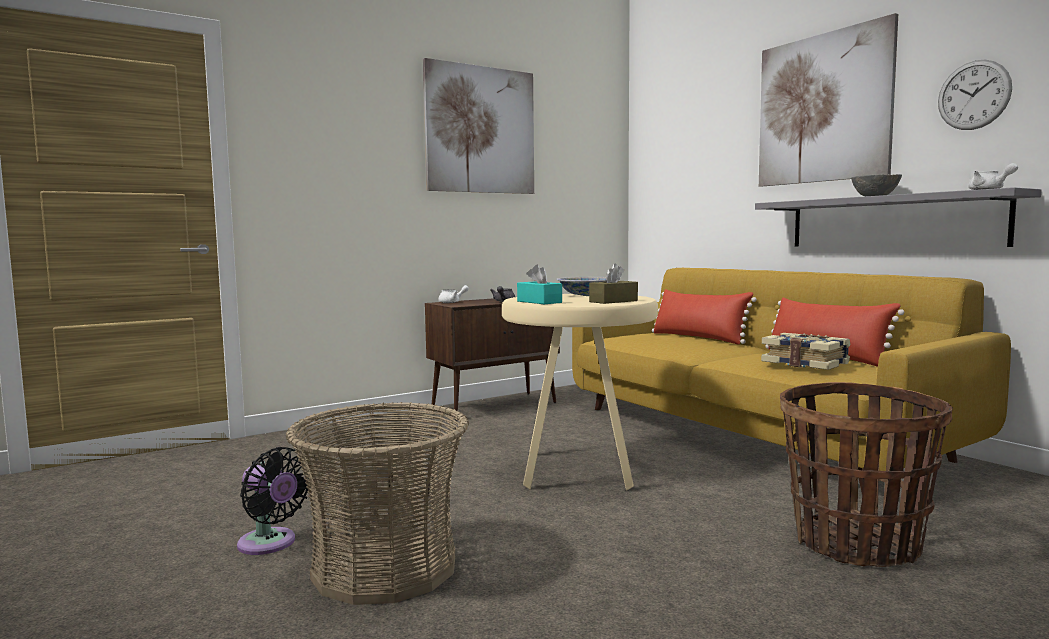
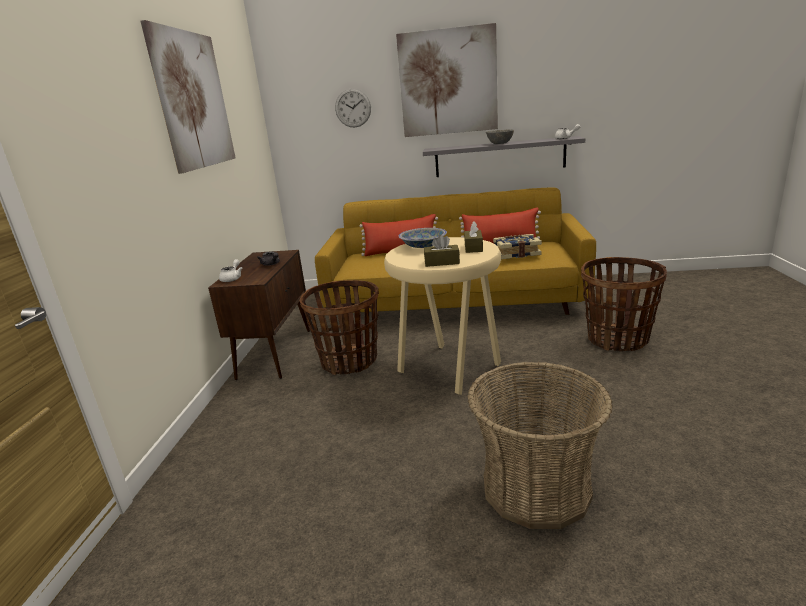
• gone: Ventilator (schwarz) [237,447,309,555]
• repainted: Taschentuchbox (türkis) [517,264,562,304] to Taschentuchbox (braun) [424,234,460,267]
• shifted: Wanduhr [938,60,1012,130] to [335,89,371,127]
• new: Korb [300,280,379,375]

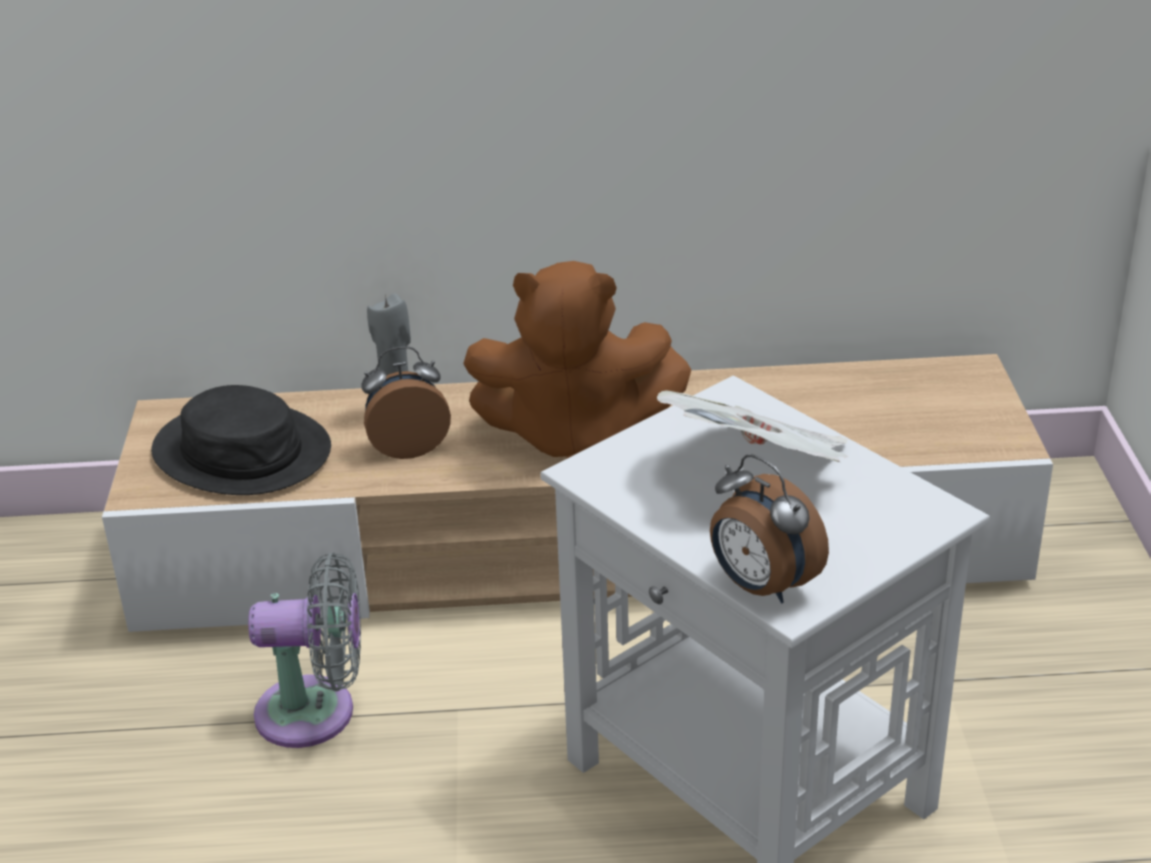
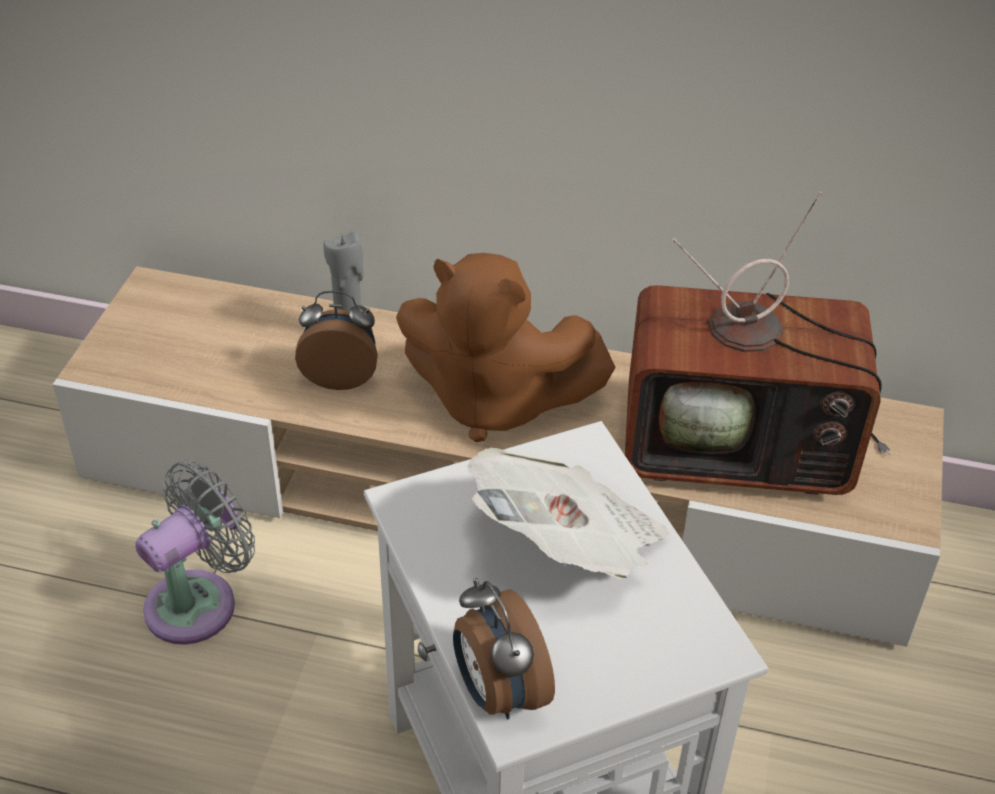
• gone: Hut (schwarz) [151,385,331,495]
• rotated: Ventilator (grau) [248,553,361,748] = [135,460,255,645] 60 degrees counterclockwise
• new: Fernseher [625,192,891,495]

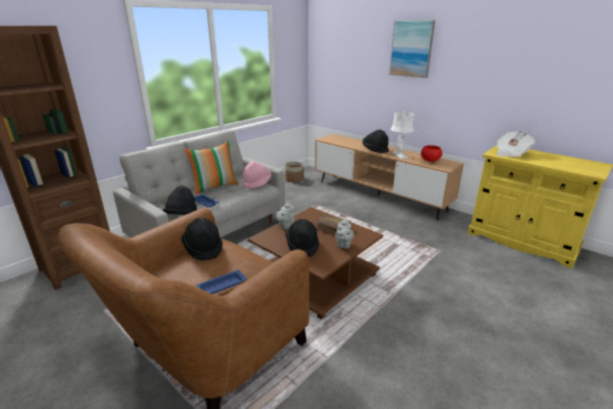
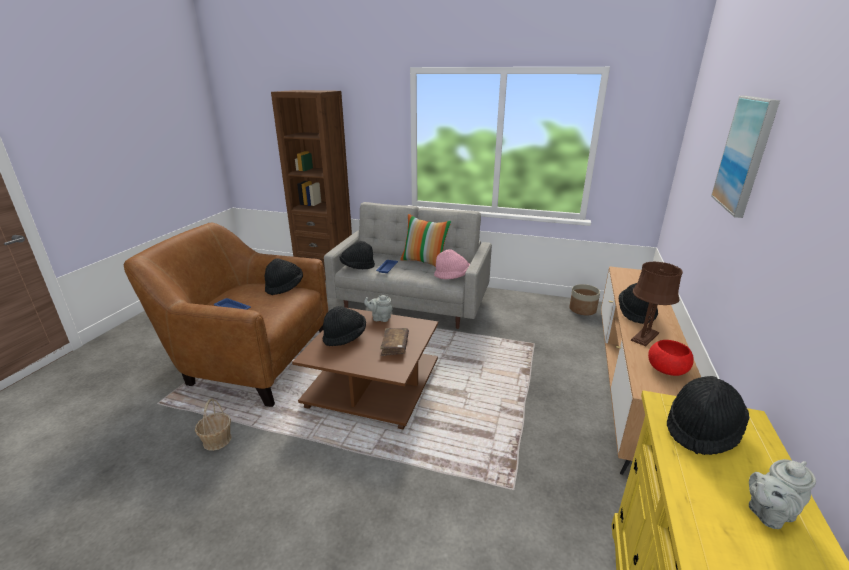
• shifted: Teekanne (grau) [335,219,354,249] to [749,459,816,529]
• repainted: Tischlampe (weiß) [391,111,414,159] to Tischlampe (braun) [631,262,683,346]
• swapped: Zeitung [496,131,535,157] to Hut (schwarz) [667,376,749,455]
• new: Korb [195,398,231,451]

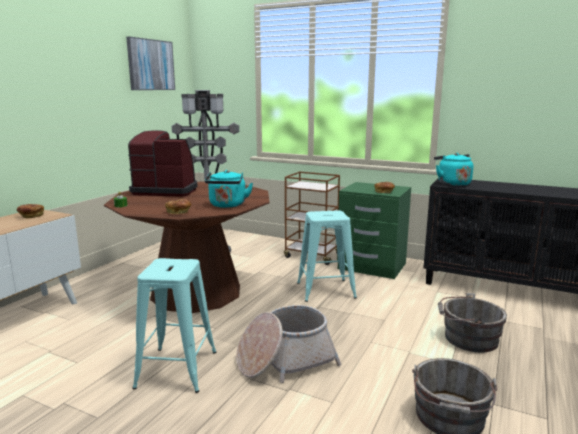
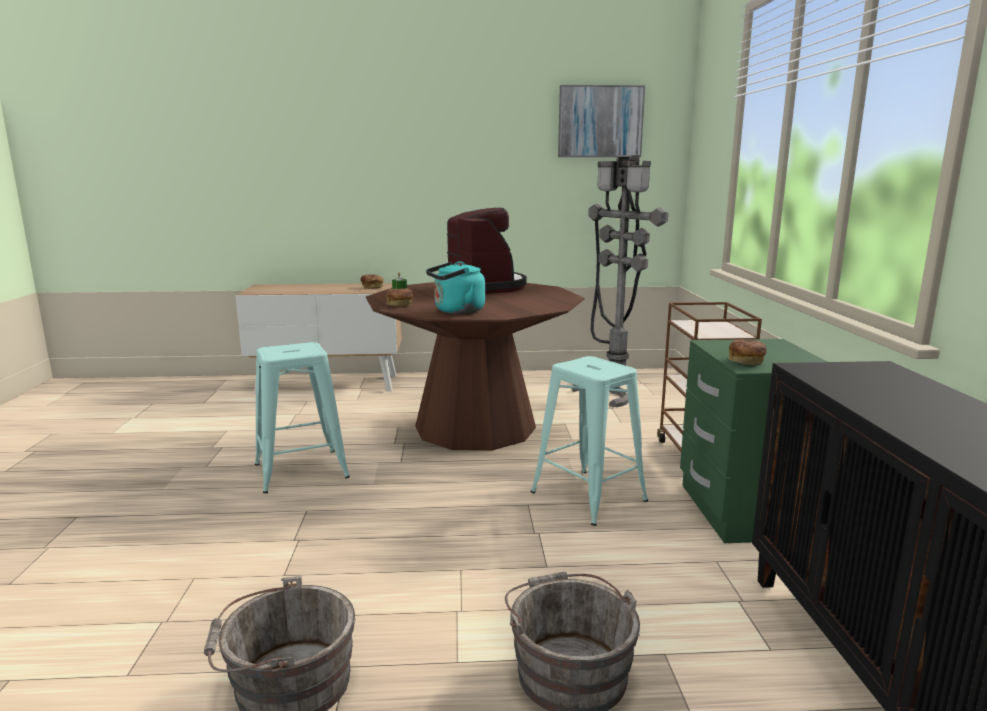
• gone: Korb [236,305,341,383]
• gone: Wasserkessel (türkis) [434,153,473,186]

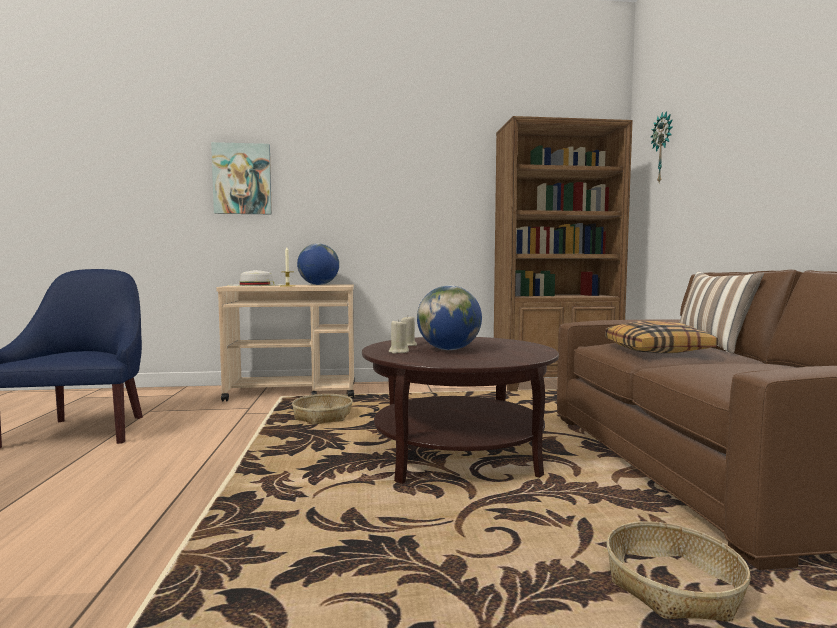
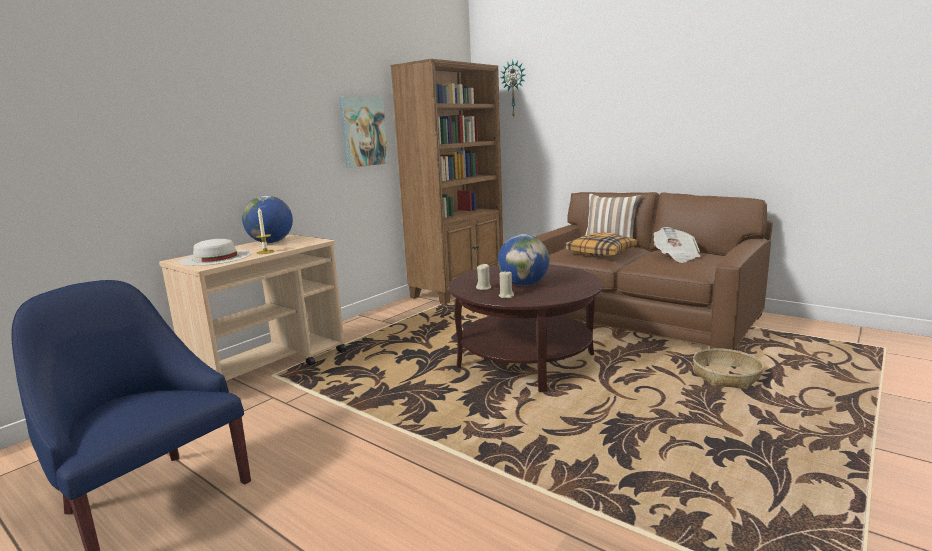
• shifted: Bild [211,142,272,214] to [339,97,388,168]
• gone: Korb [292,394,353,424]
• new: Zeitung [653,227,701,263]

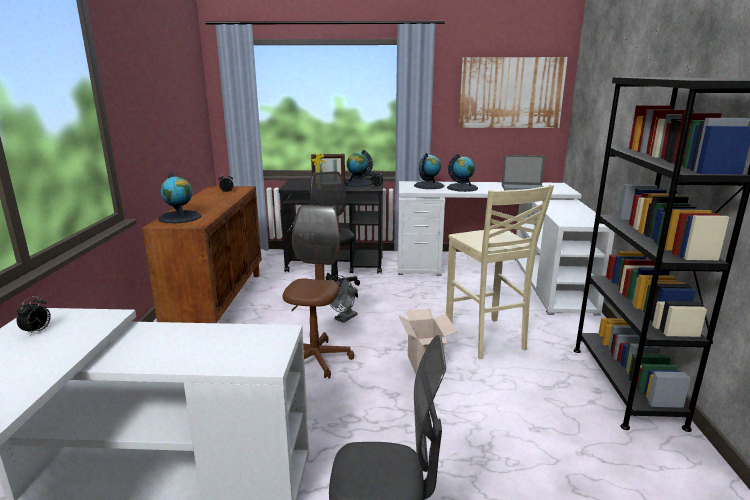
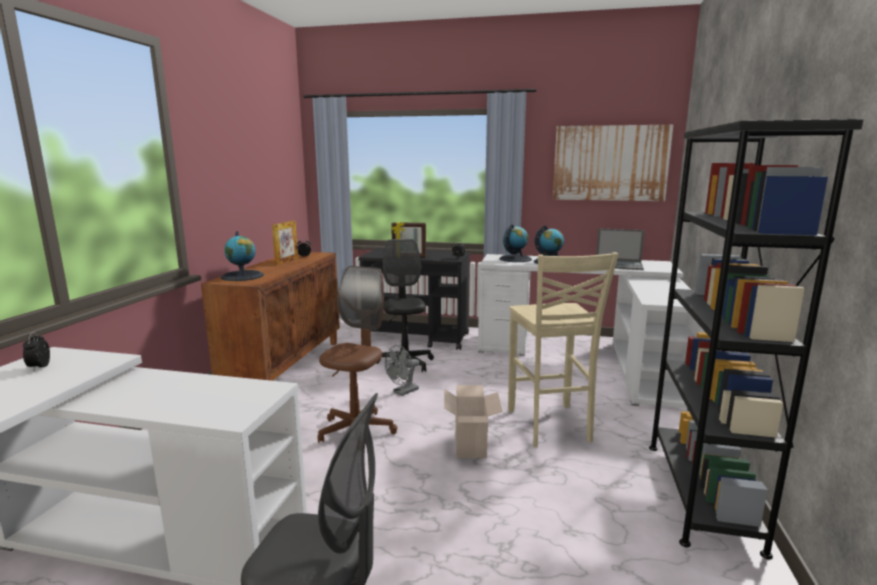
• rotated: Wecker [16,296,51,336] = [23,332,50,371] 135 degrees clockwise
• gone: Globus [345,150,373,187]
• new: Bilderrahmen [272,221,298,265]

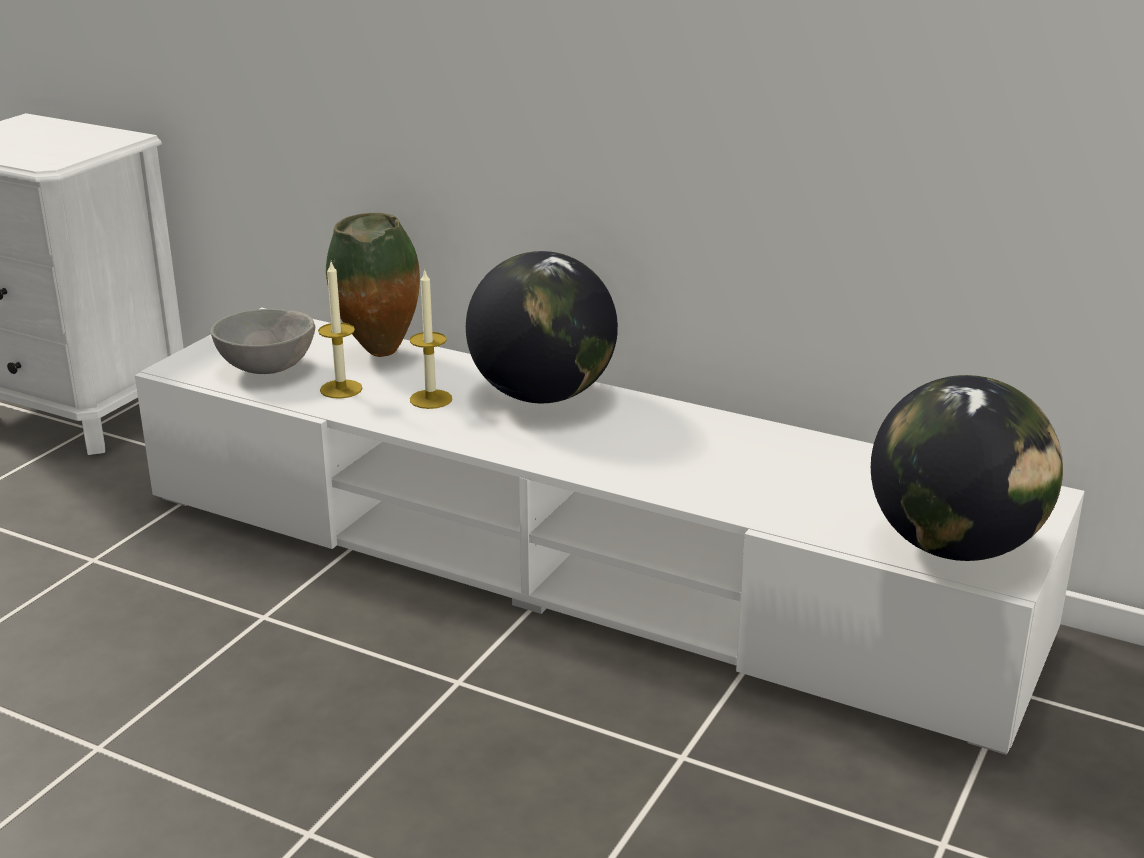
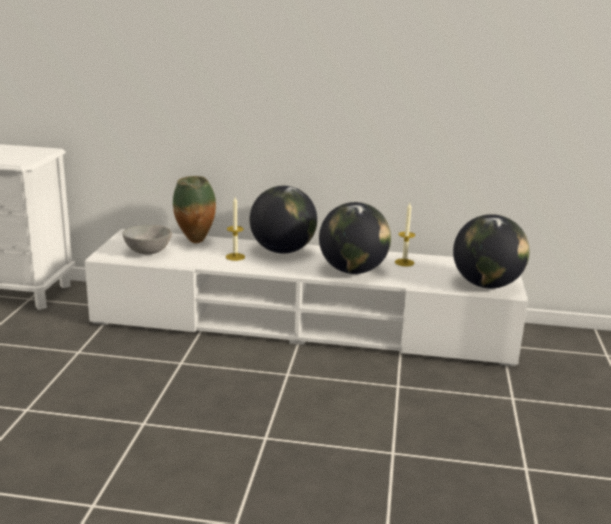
• shifted: Kerze [318,262,363,399] to [395,203,415,266]
• new: Globus [319,202,391,274]

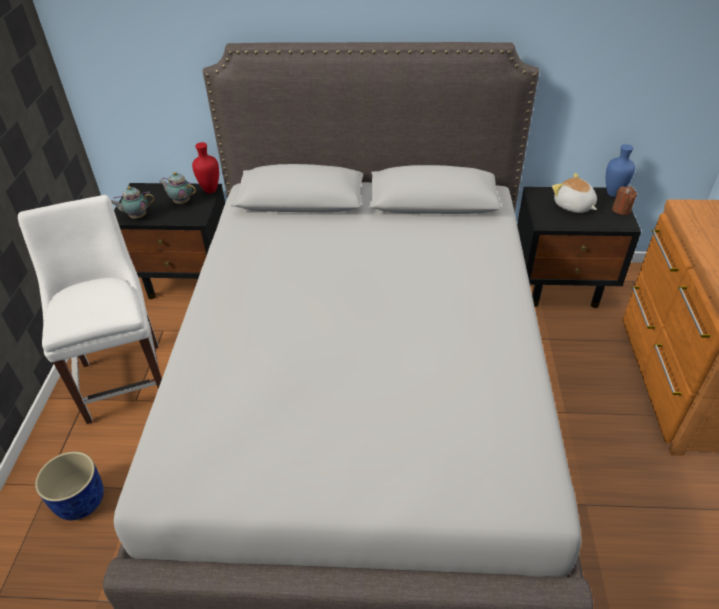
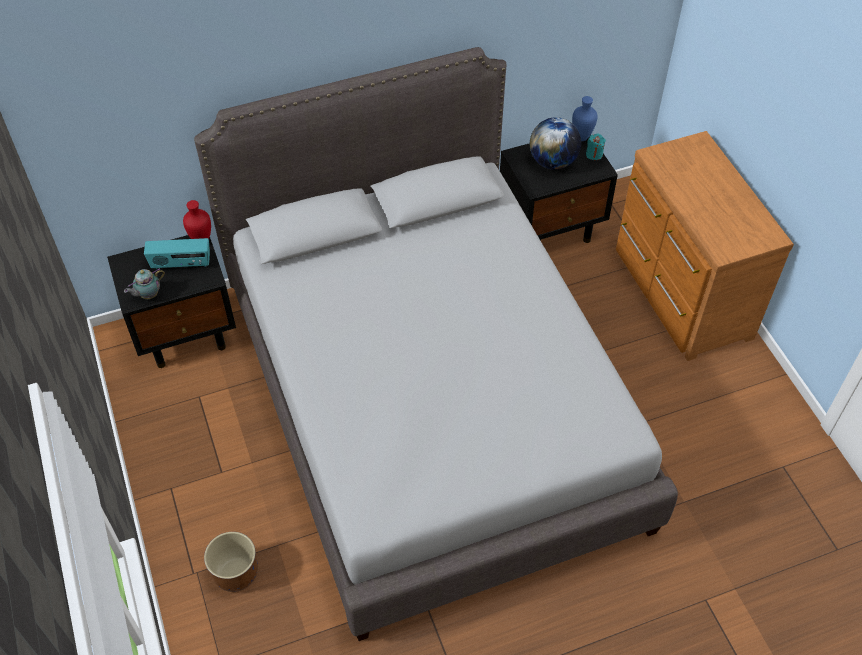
• gone: Stuhl (weiß) [18,195,162,424]
• repainted: Pflanzkübel (blau) [35,452,104,520] to Pflanzkübel (braun) [204,532,258,592]
• swapped: Teekanne [159,172,196,204] to Radio [144,238,210,269]
• swapped: Plüschtier [552,173,597,213] to Globus [530,117,581,170]
• repainted: Kerze (braun) [612,186,637,215] to Kerze (türkis) [586,133,606,160]

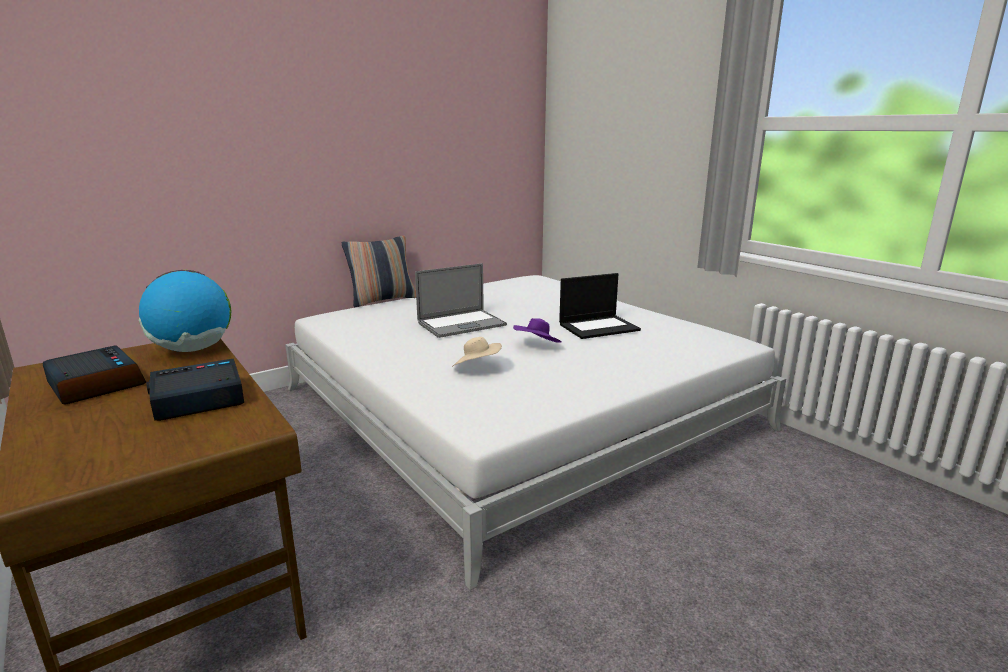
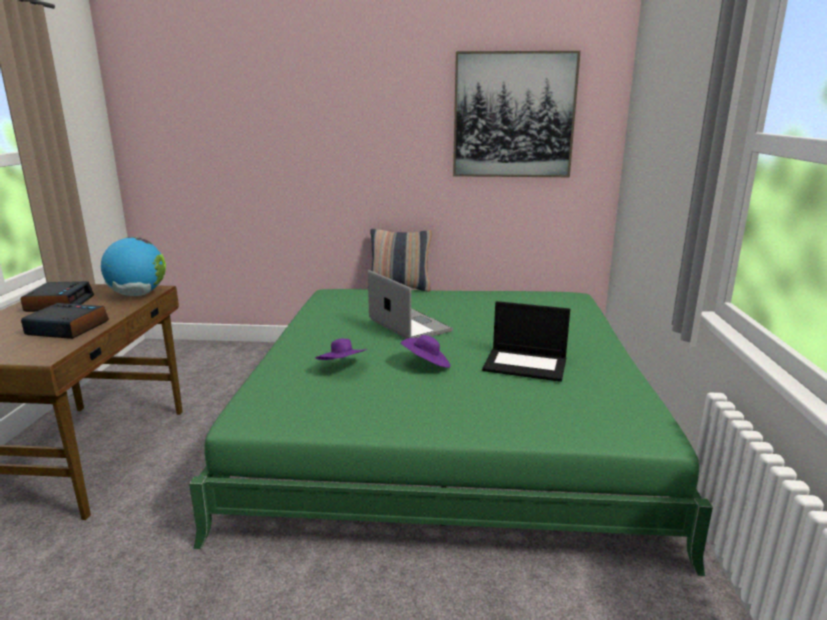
• repainted: Bett (weiß) [285,275,786,590] to Bett (grün) [189,289,713,576]
• rotated: Laptop [415,263,507,338] = [368,270,453,339] 135 degrees counterclockwise
• repainted: Hut (beige) [452,337,502,367] to Hut (lila) [315,338,367,360]
• new: Bild [453,51,581,177]

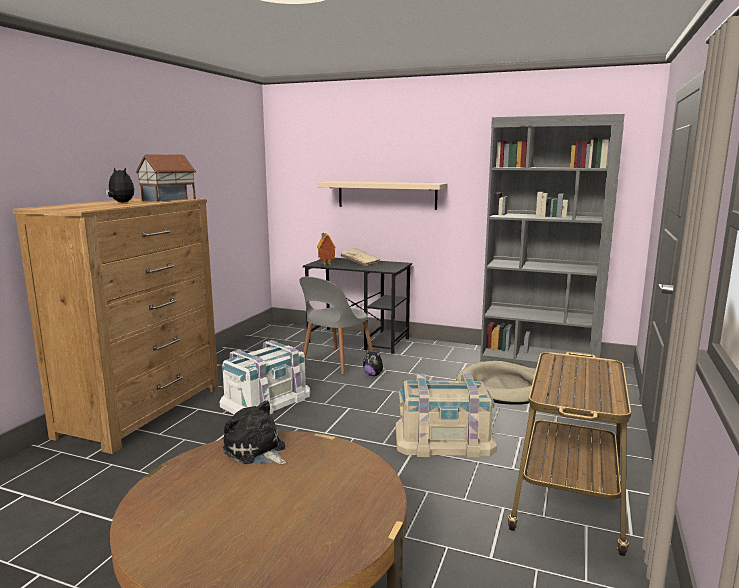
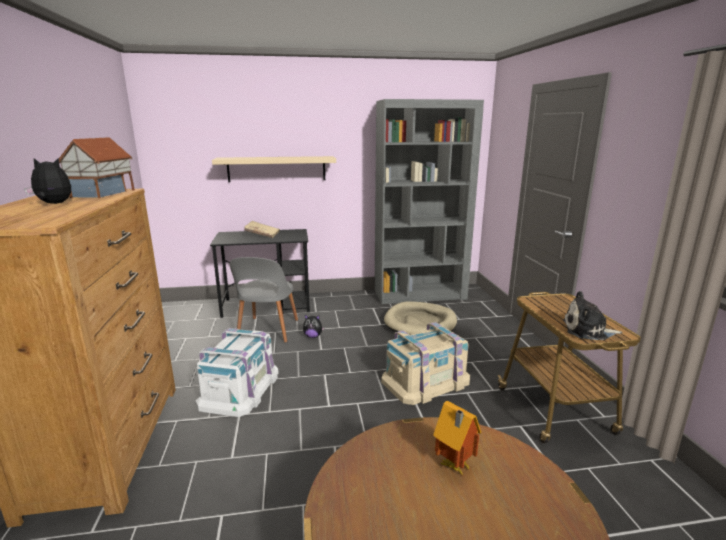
• shifted: Plüschtier [223,400,286,464] to [563,291,623,340]
• shifted: Spielzeughaus [317,233,336,265] to [433,401,481,475]

